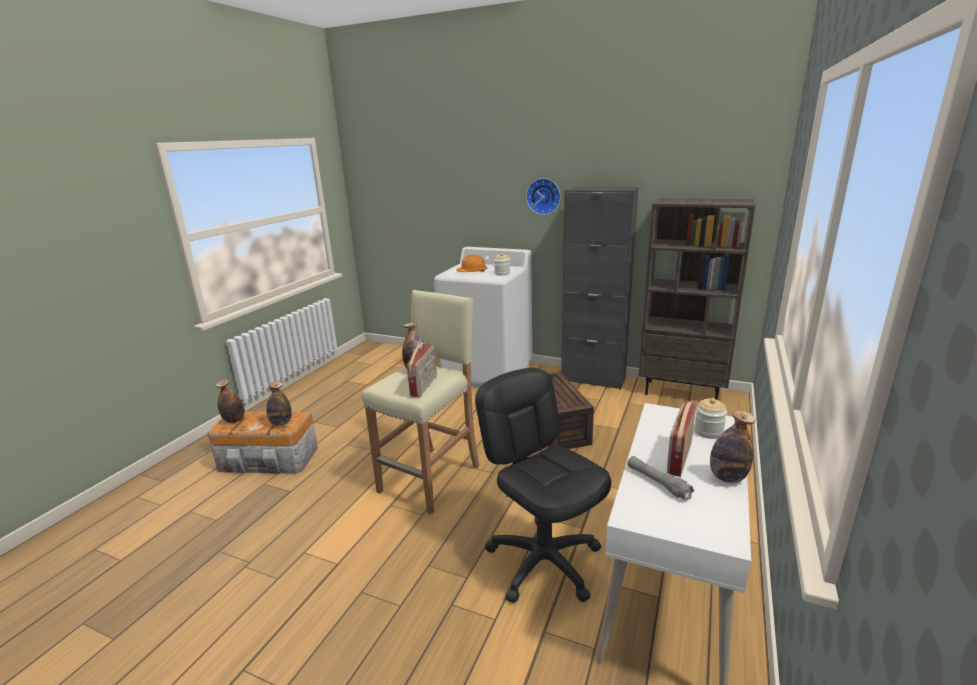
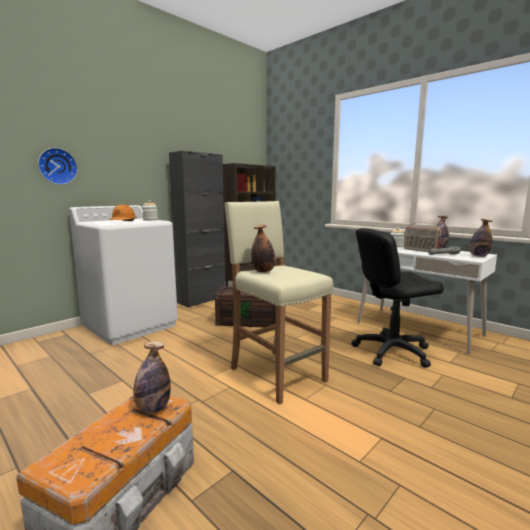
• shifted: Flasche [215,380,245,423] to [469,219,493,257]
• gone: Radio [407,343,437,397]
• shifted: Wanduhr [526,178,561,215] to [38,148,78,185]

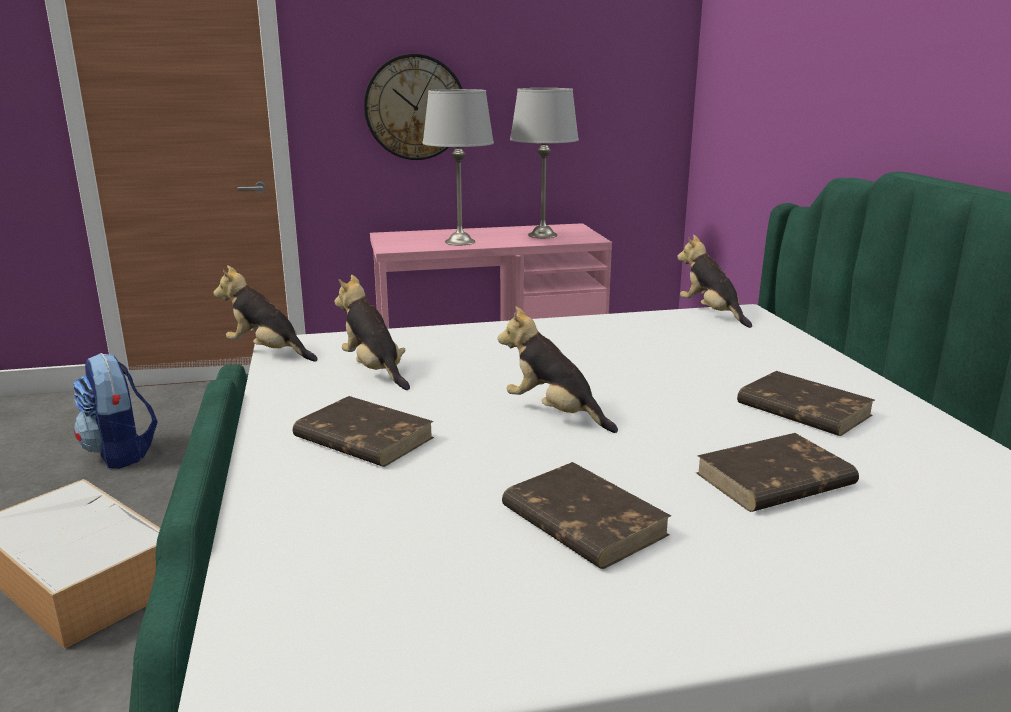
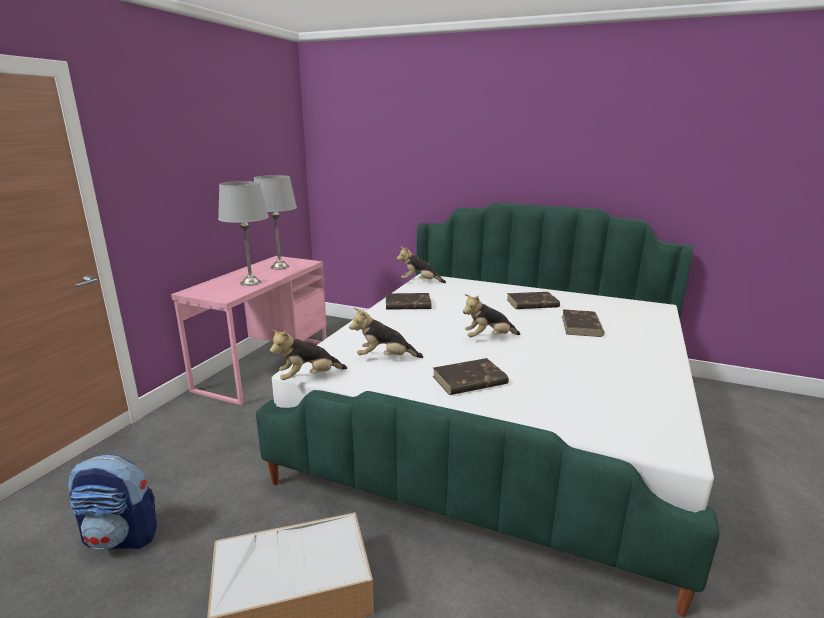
• gone: Wanduhr [364,54,462,160]
• shifted: Buch (braun) [502,462,671,569] to [386,293,432,310]

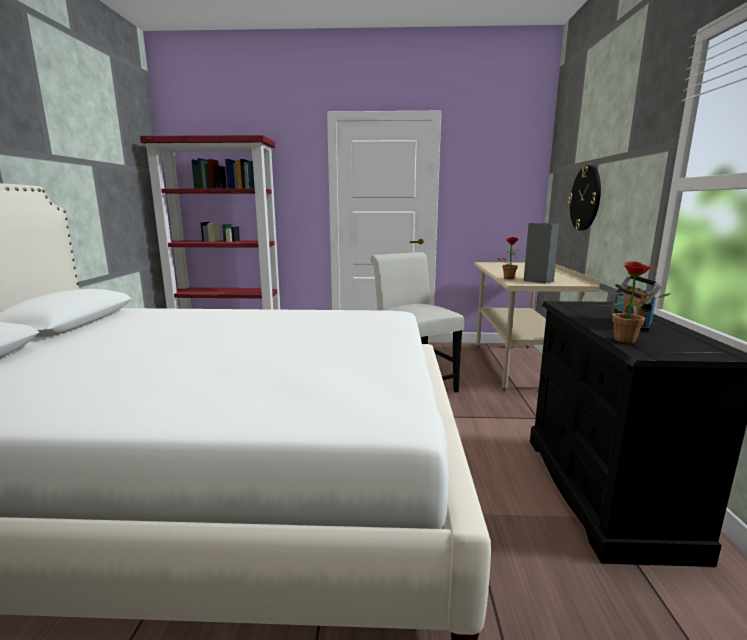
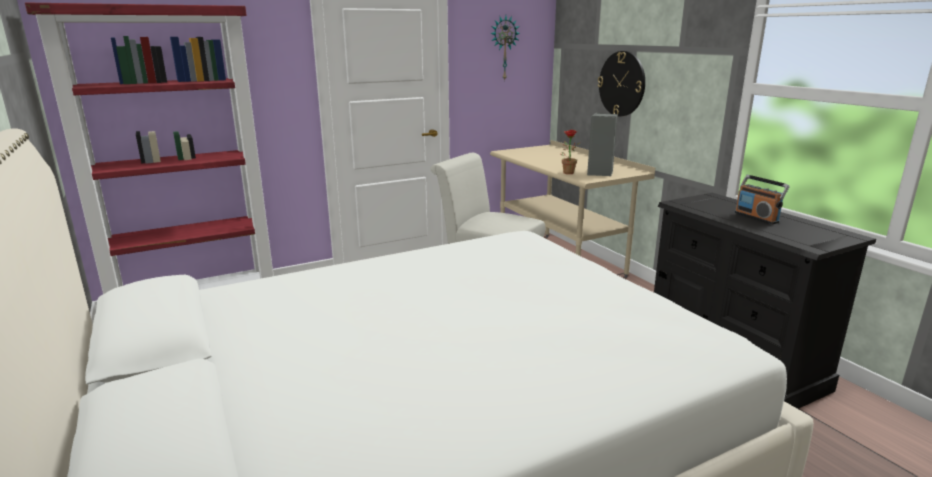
• gone: Topfpflanze [612,261,672,343]
• new: Wanduhr [490,16,520,81]

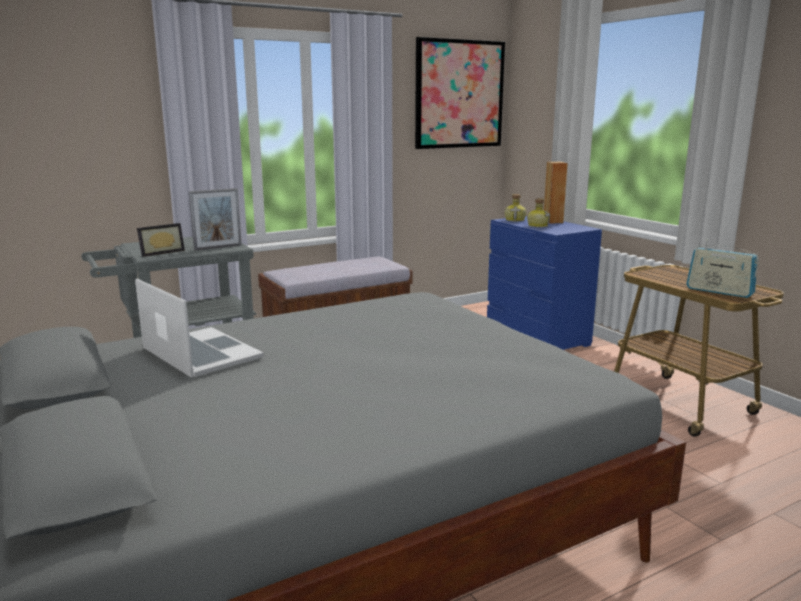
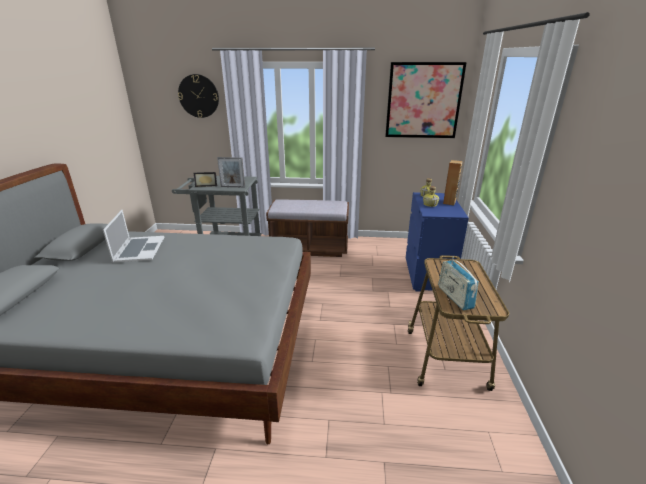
• new: Wanduhr [178,74,219,118]

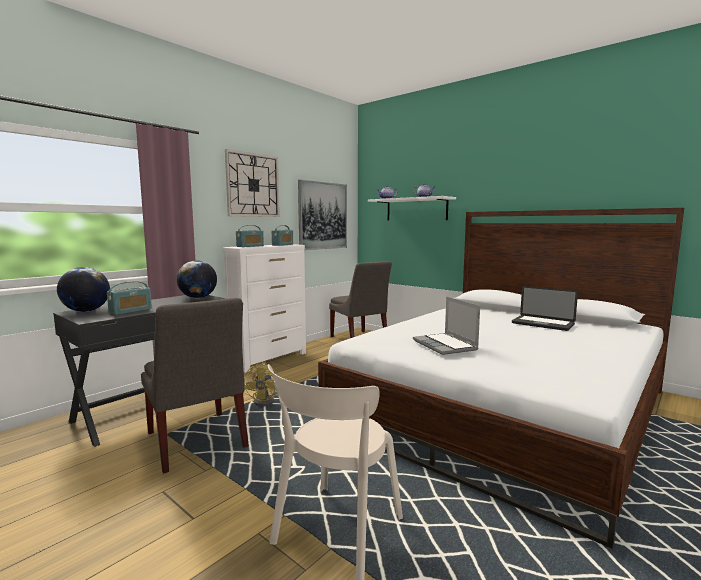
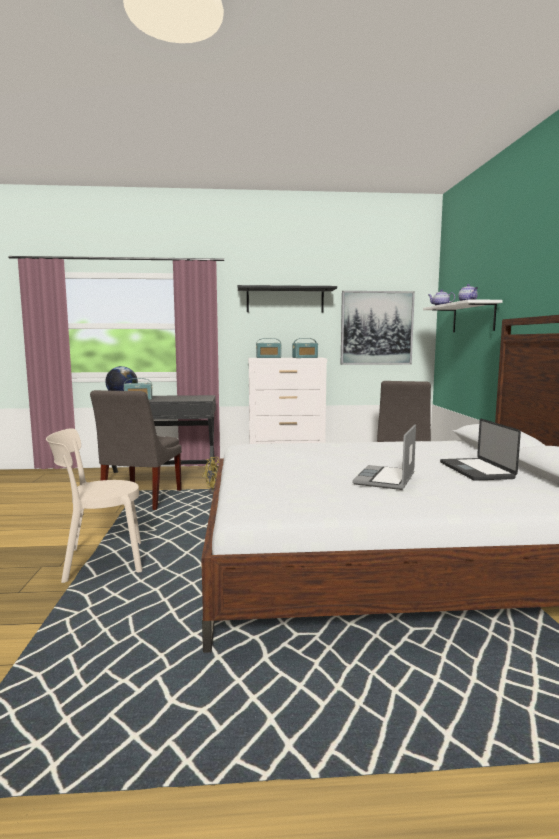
• gone: Globus [177,260,217,298]
• swapped: Wanduhr [225,149,280,217] to Wandregal (schwarz) [238,285,337,313]
• shifted: Laptop [413,297,480,355] to [352,425,416,490]

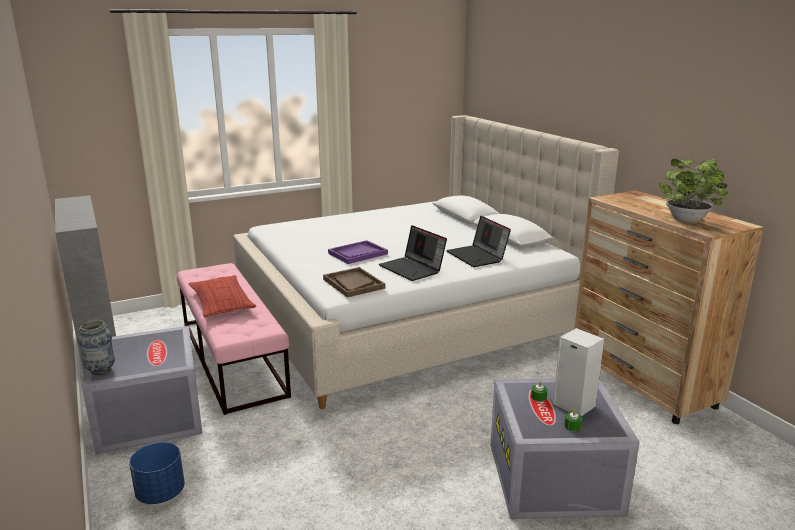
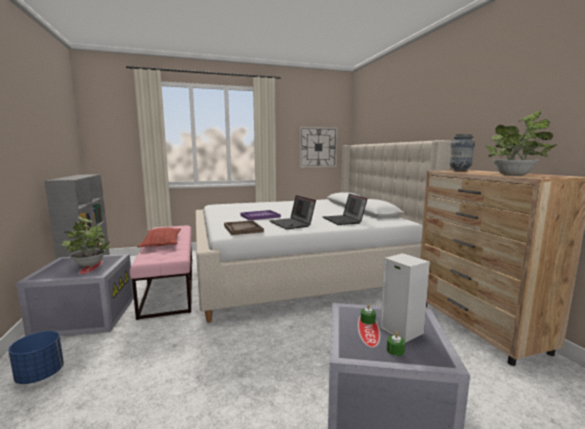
• shifted: Vase [78,320,115,375] to [450,134,475,171]
• new: Topfpflanze [61,217,110,266]
• new: Wanduhr [300,127,337,167]

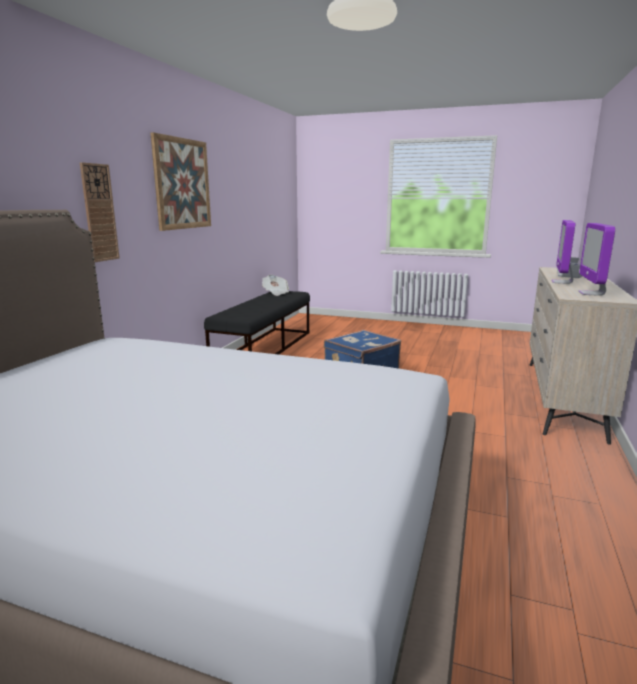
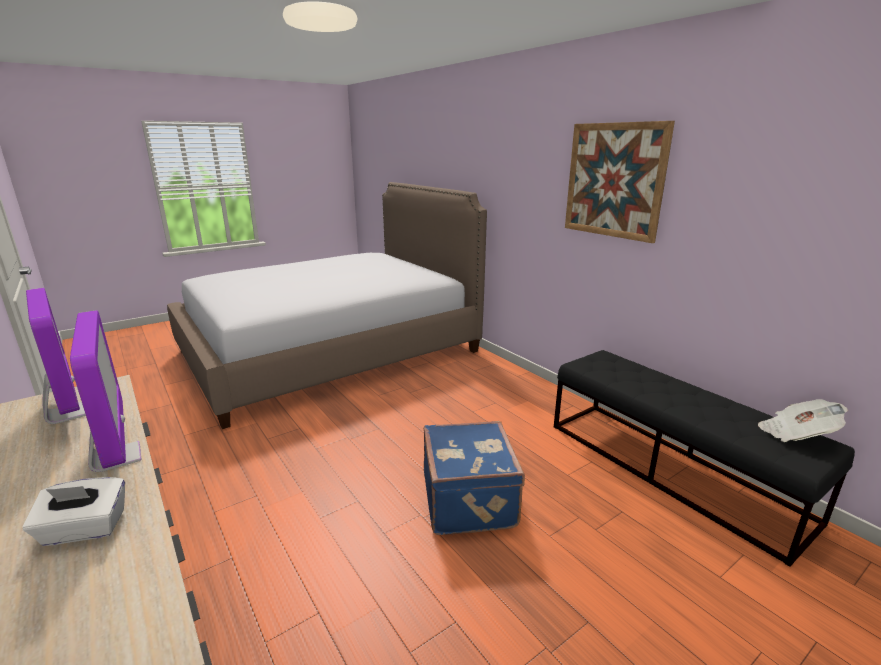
• gone: Wanduhr [80,162,120,262]

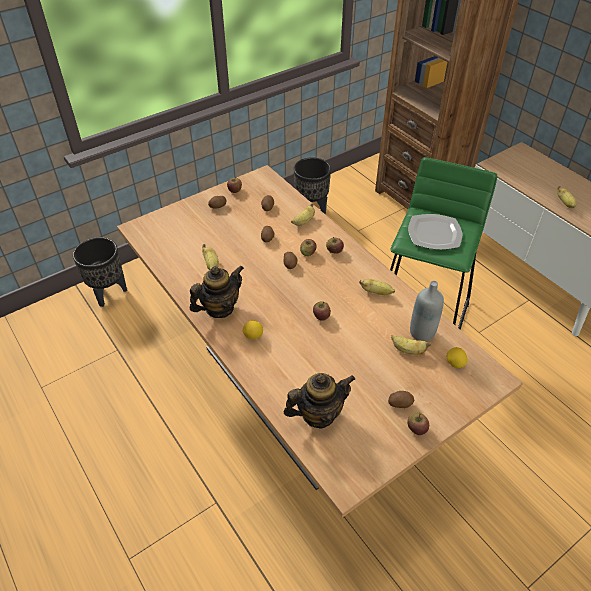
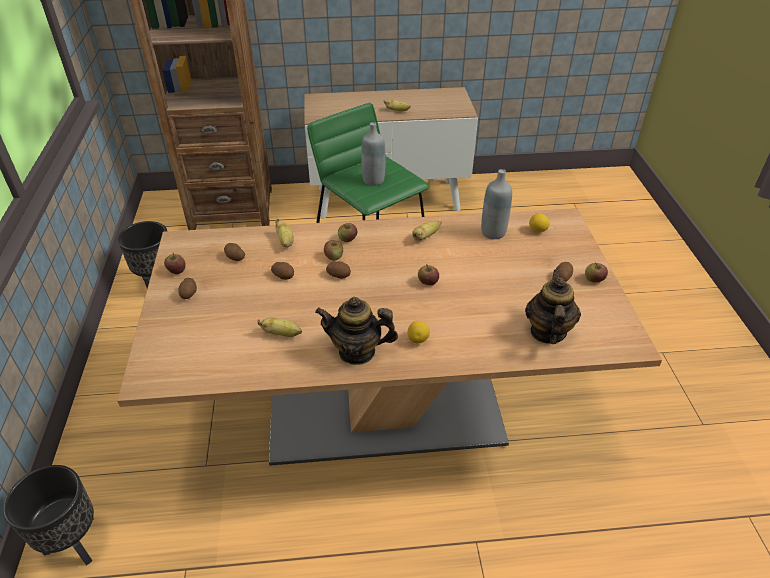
• rotated: Teekanne [190,265,244,318] = [315,297,398,365] 75 degrees counterclockwise
• gone: Banane [391,335,431,355]
• swapped: Teller [408,214,462,250] to Flasche (grau) [361,122,385,186]

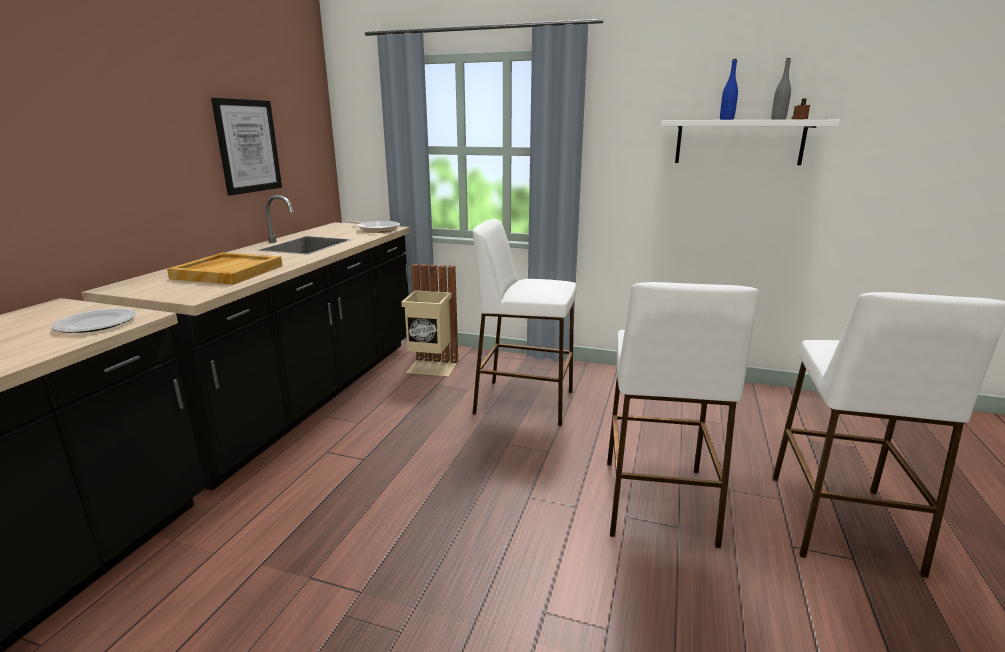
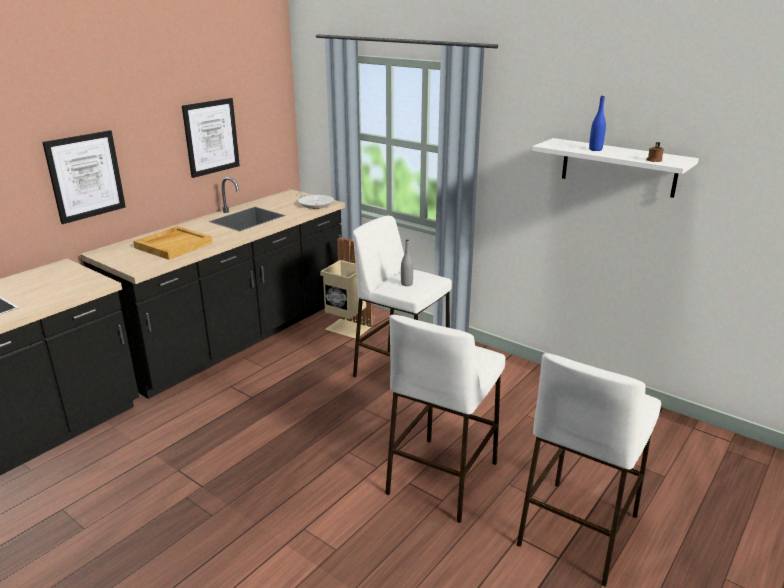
• gone: Teller [51,308,136,333]
• shifted: Flasche (grau) [771,58,791,120] to [401,240,413,286]
• new: Bild [42,130,126,224]

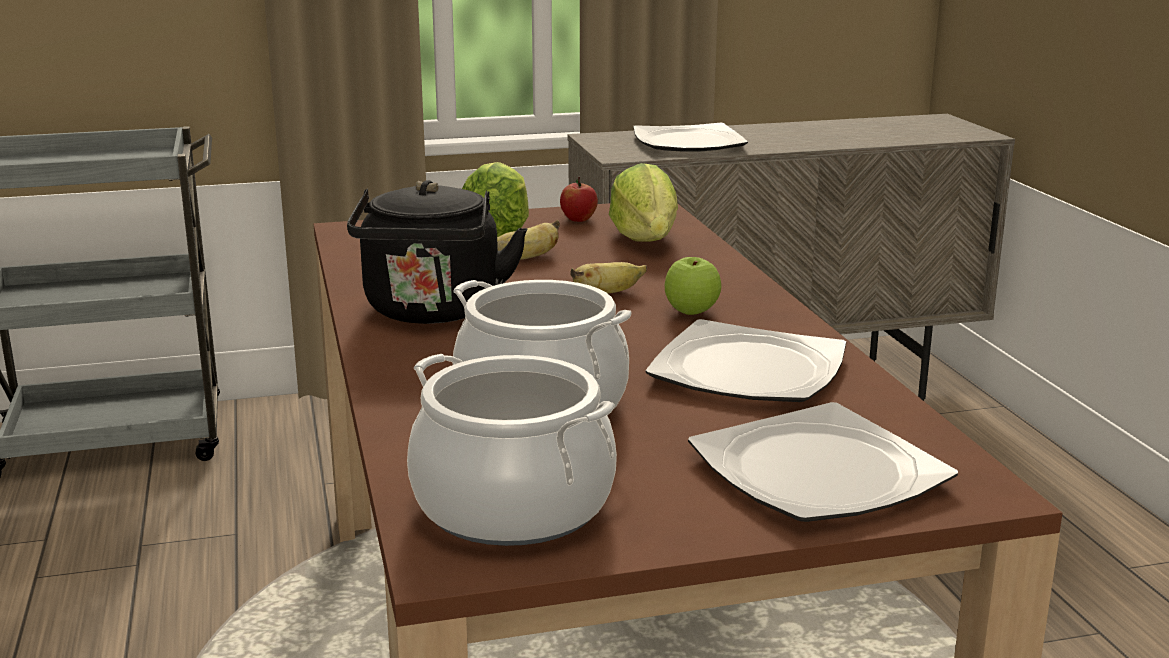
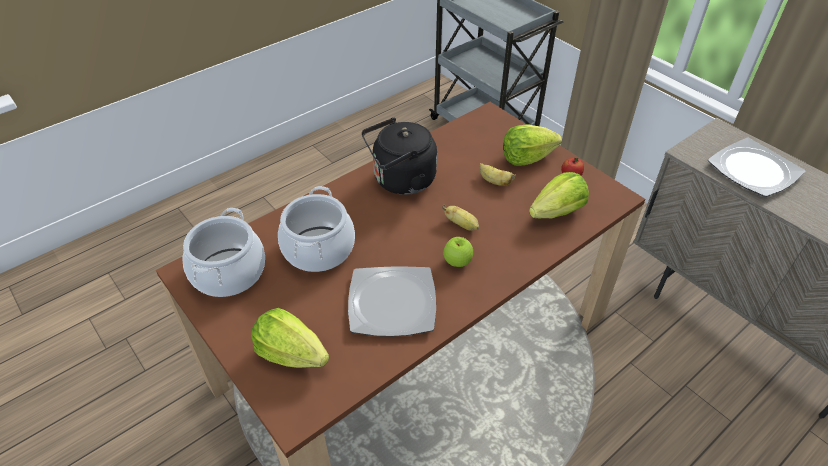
• swapped: Teller [688,402,958,522] to Salatkopf [251,308,329,368]

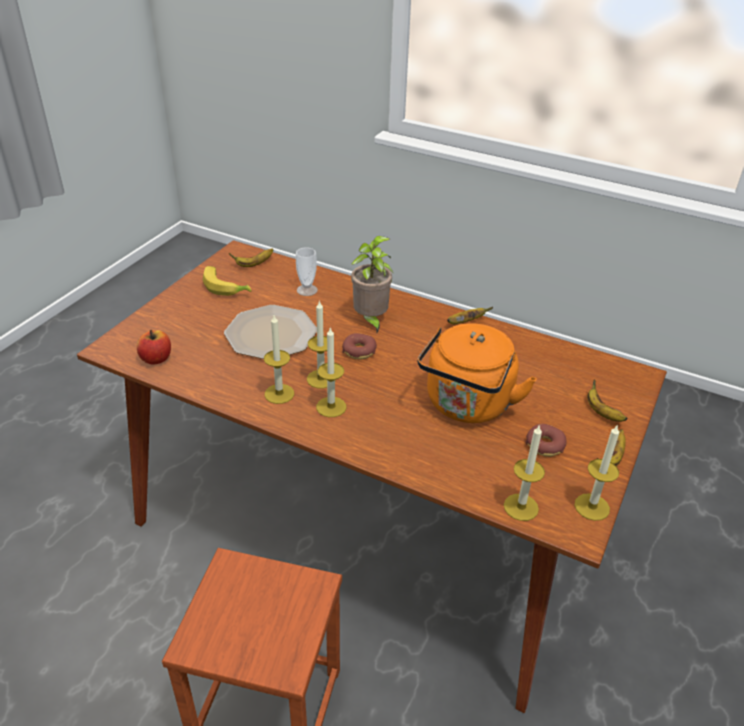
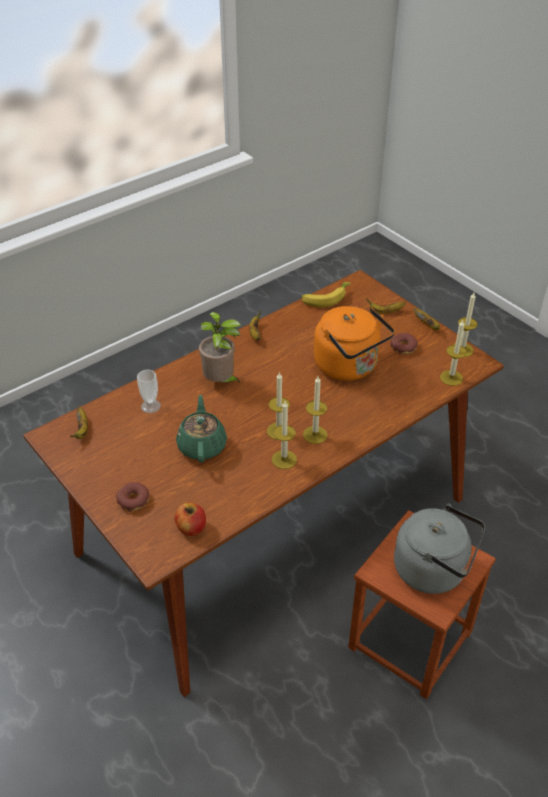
• shifted: Banane [203,266,251,296] to [301,282,351,308]
• swapped: Teller [224,305,317,359] to Teekanne (grün) [176,395,227,463]
• shifted: Donut [342,333,377,360] to [116,482,149,512]
• new: Wasserkessel (grau) [394,503,485,594]

